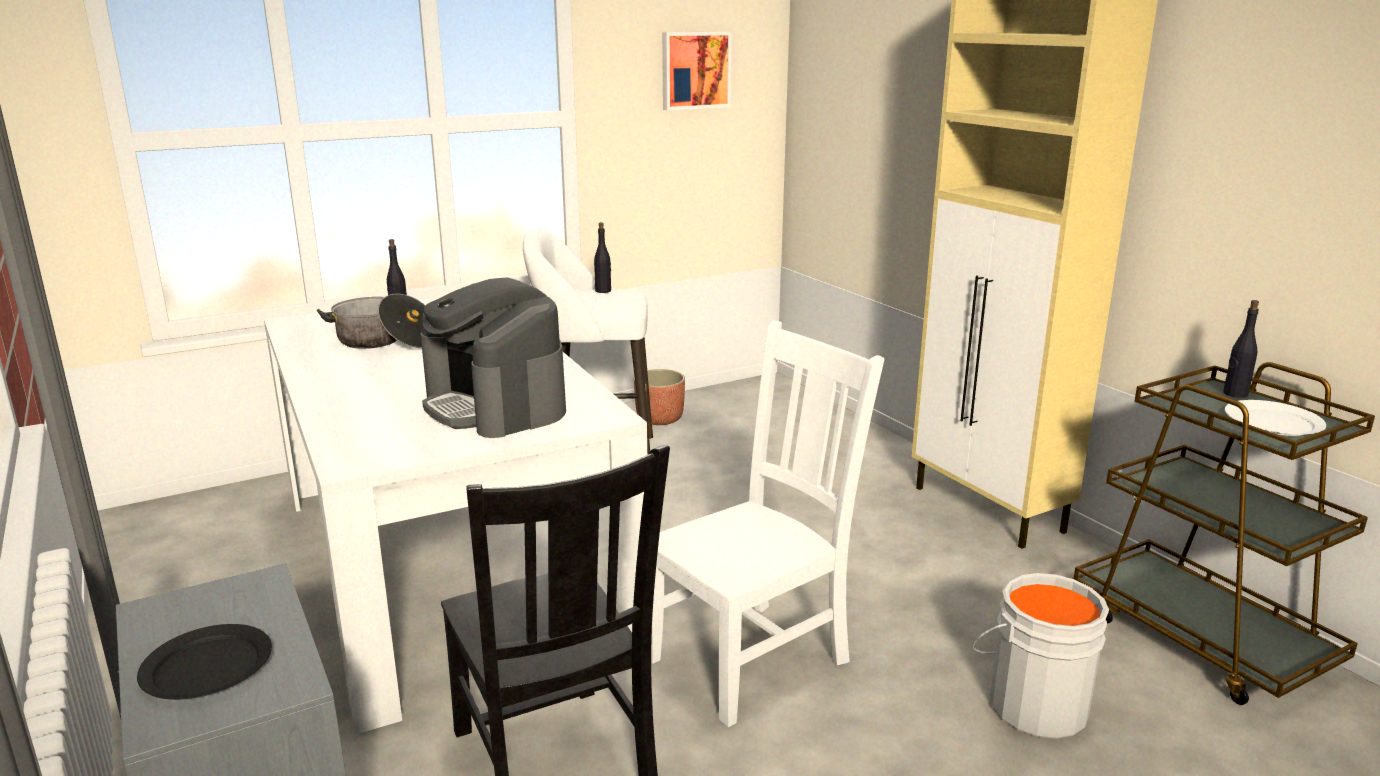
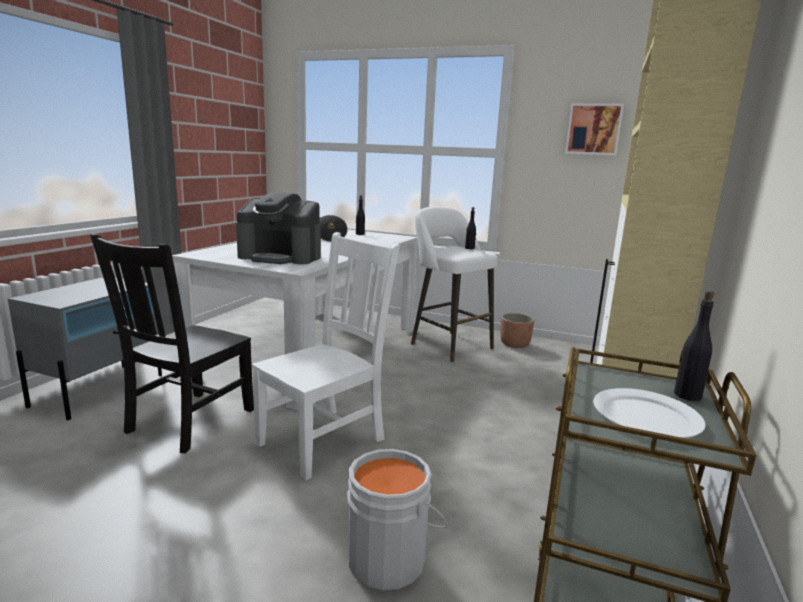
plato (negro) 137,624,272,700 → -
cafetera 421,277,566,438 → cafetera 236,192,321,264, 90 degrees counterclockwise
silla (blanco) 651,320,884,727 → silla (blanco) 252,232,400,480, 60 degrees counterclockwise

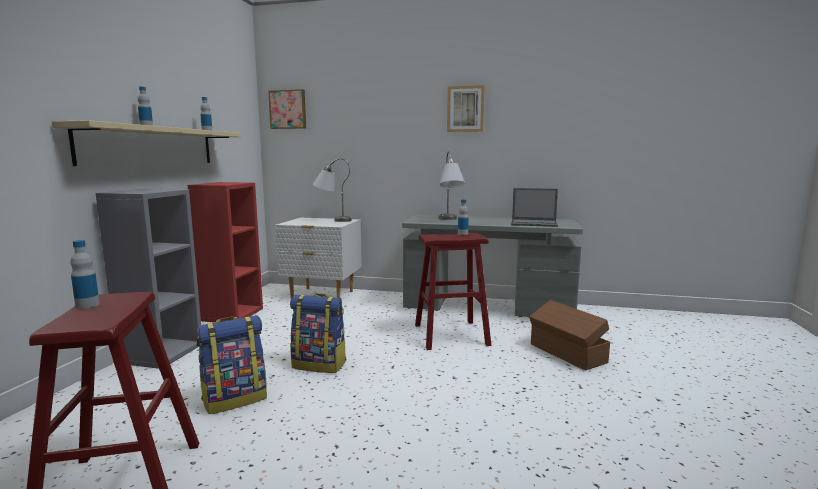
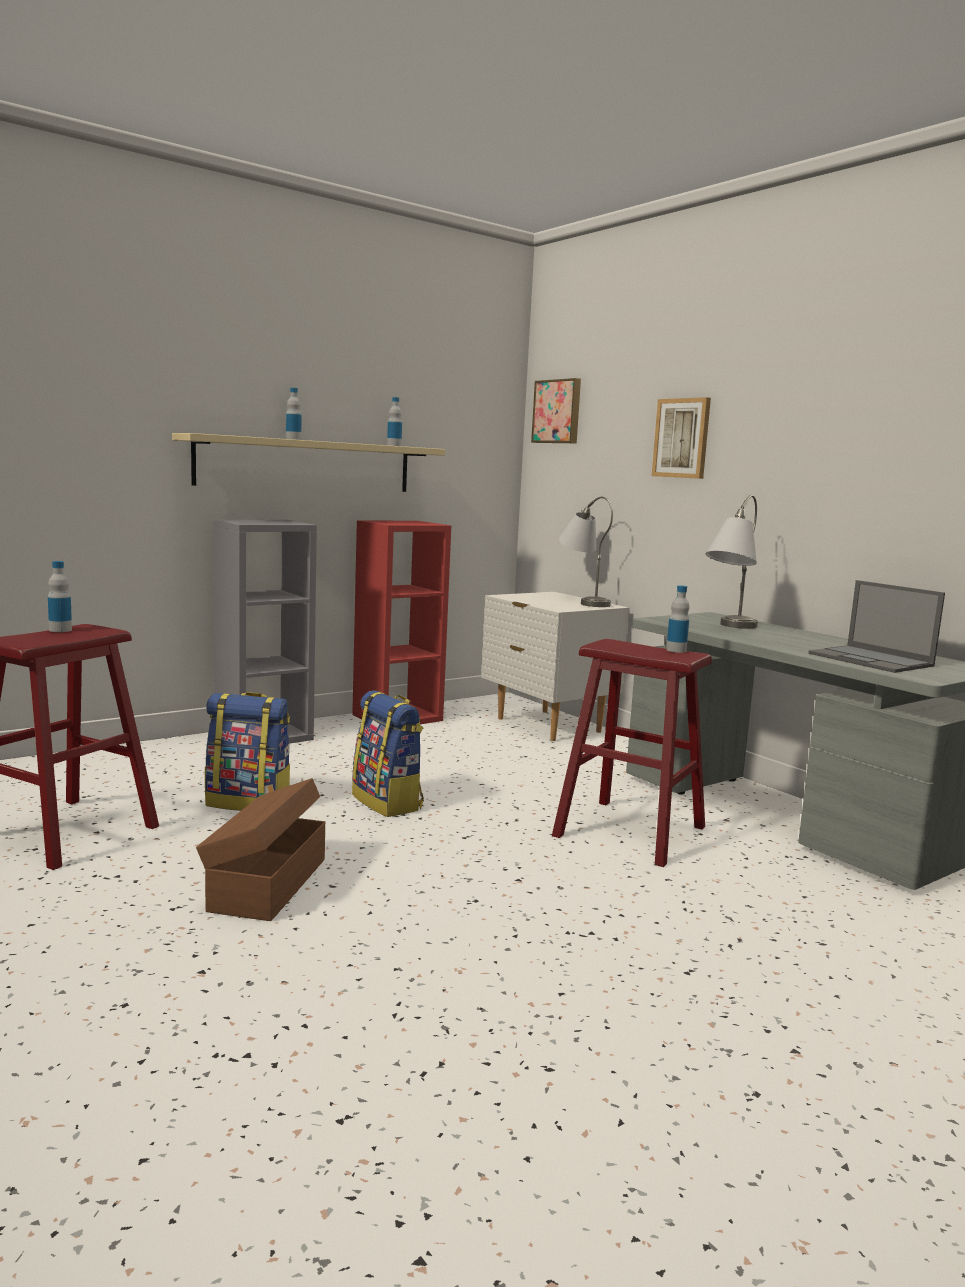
cuadro 447,85,485,132 → cuadro 652,397,711,479, moved
caja de almacenaje (marrón) 529,300,610,370 → caja de almacenaje (marrón) 196,778,325,921, moved

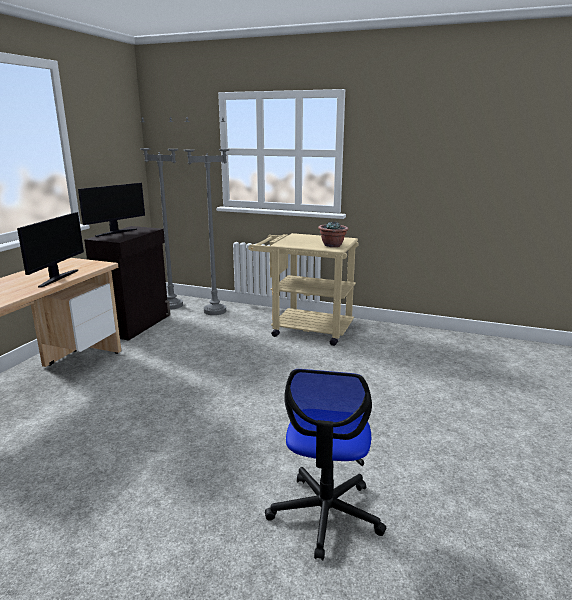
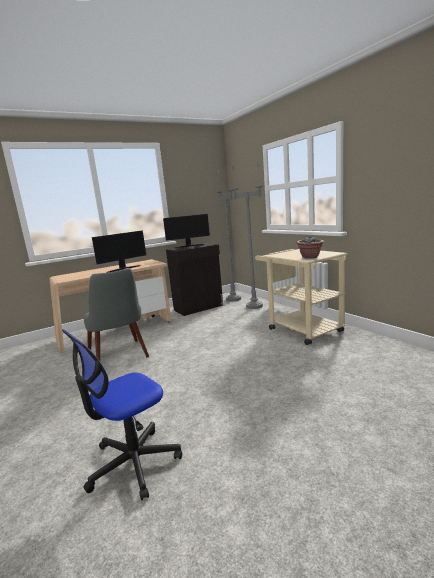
- → silla (gris) 83,268,149,361

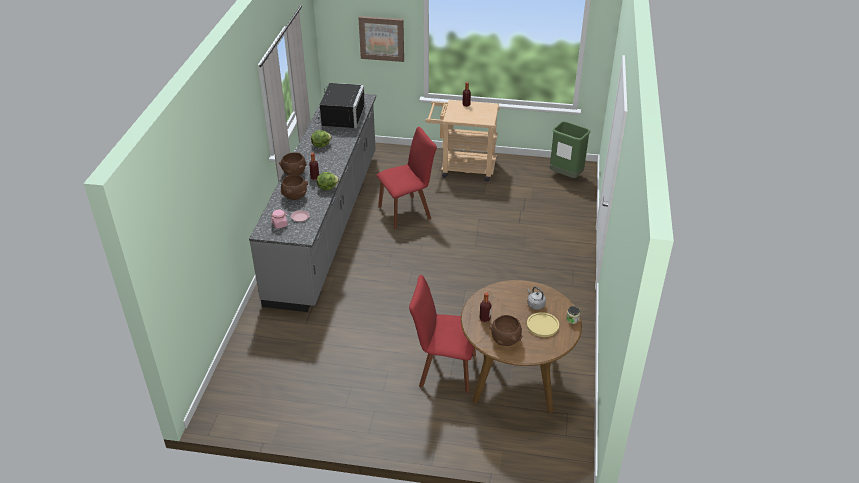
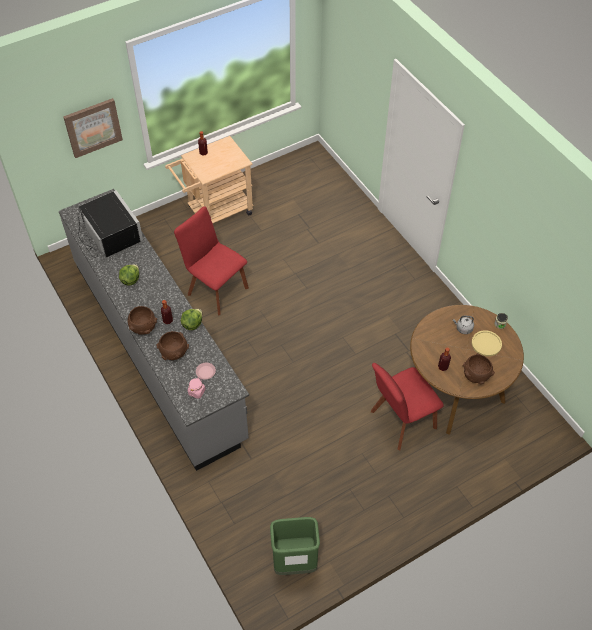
silla (rojo) 376,127,437,229 → silla (rojo) 174,206,249,315, 75 degrees counterclockwise
papelera (verde) 550,121,590,178 → papelera (verde) 270,517,320,575, moved

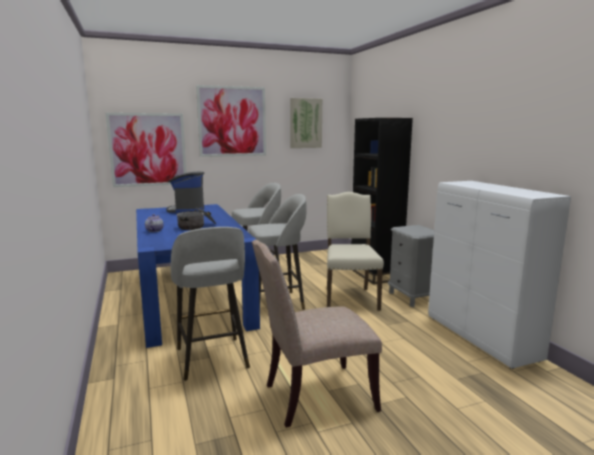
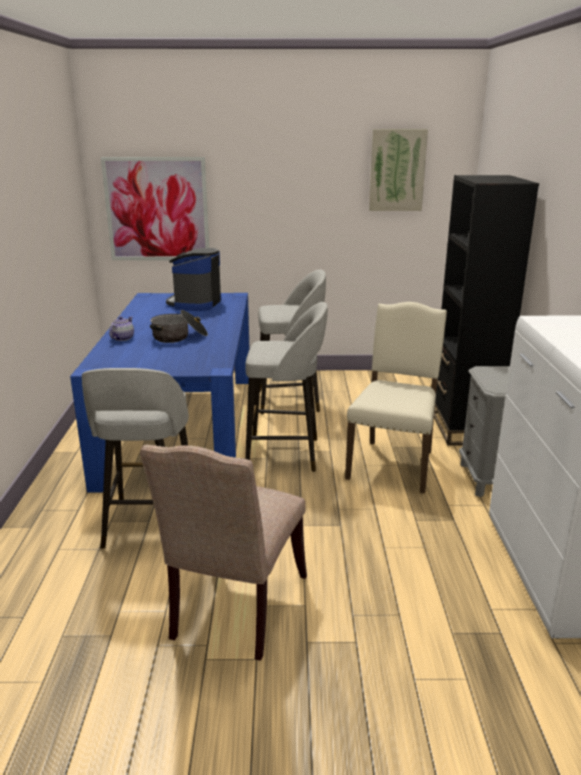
cuadro 196,85,266,157 → -
silla (beis) 252,240,382,428 → silla (beis) 140,445,307,661, 75 degrees counterclockwise

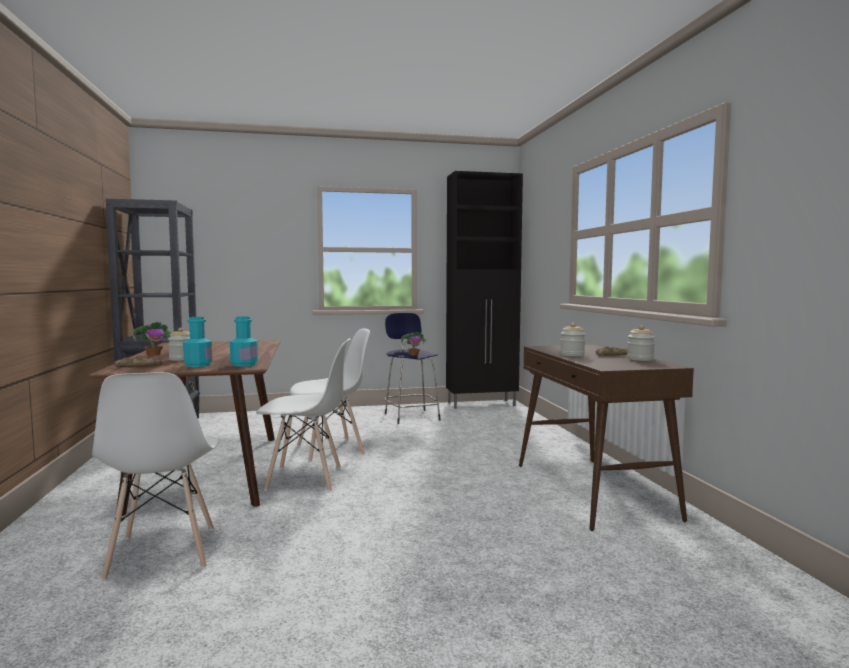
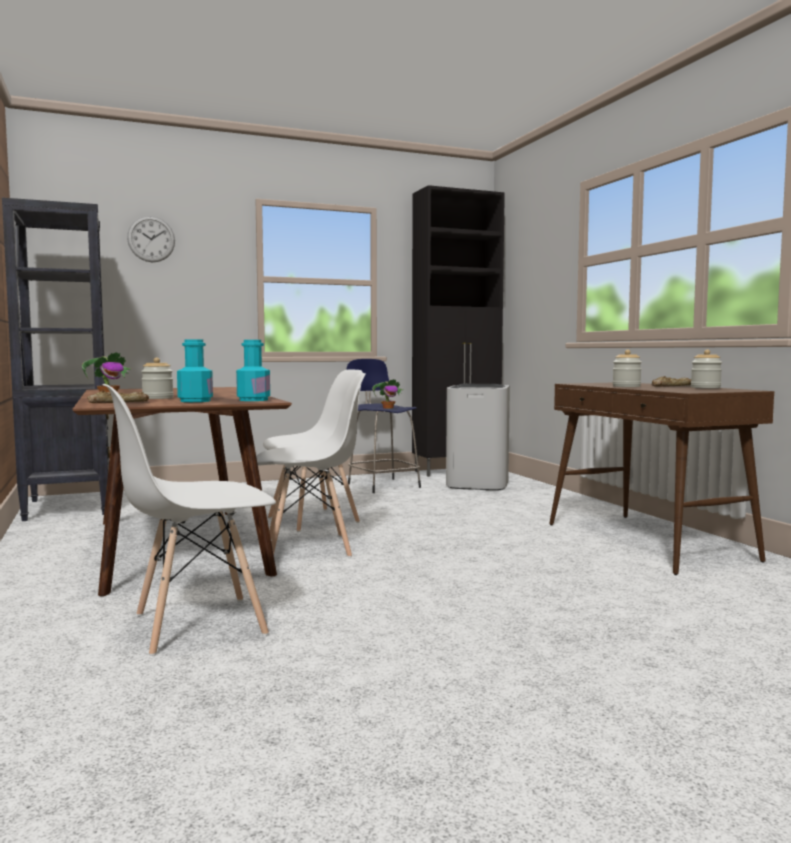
silla (blanco) 92,372,219,581 → silla (blanco) 103,384,276,656, 90 degrees clockwise
- → reloj de pared 127,216,175,262
- → papelera (blanco) 446,383,510,490

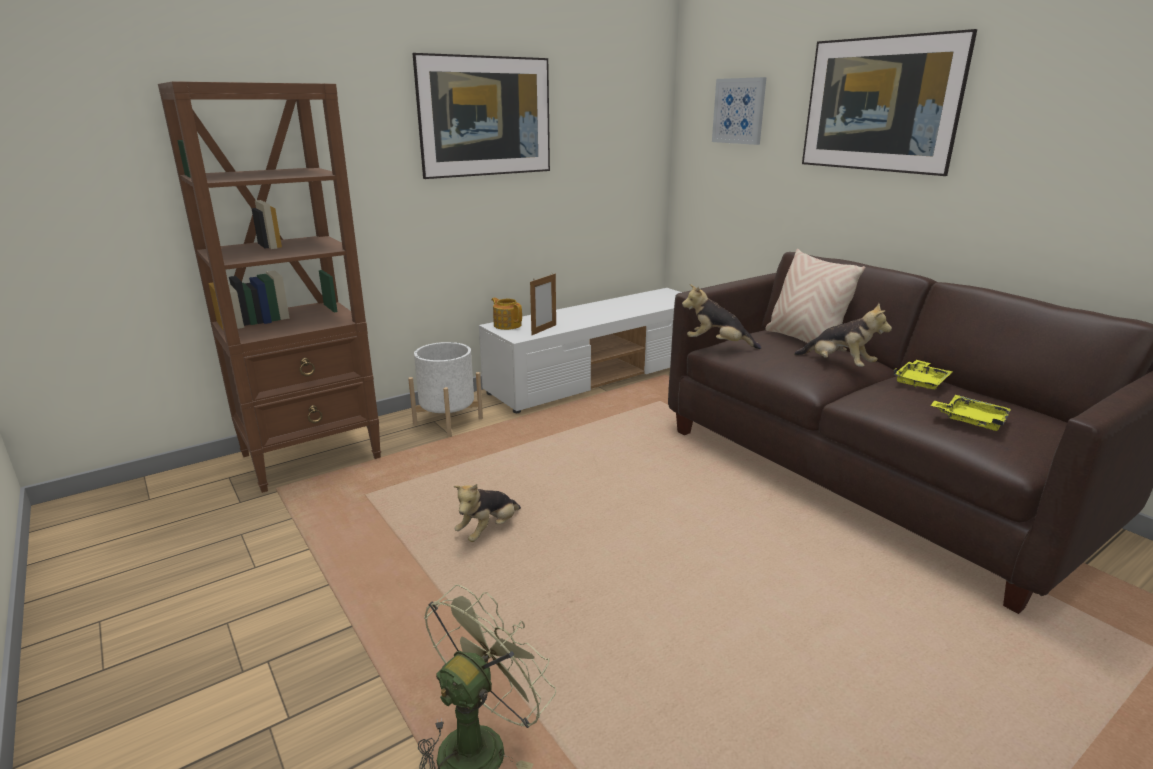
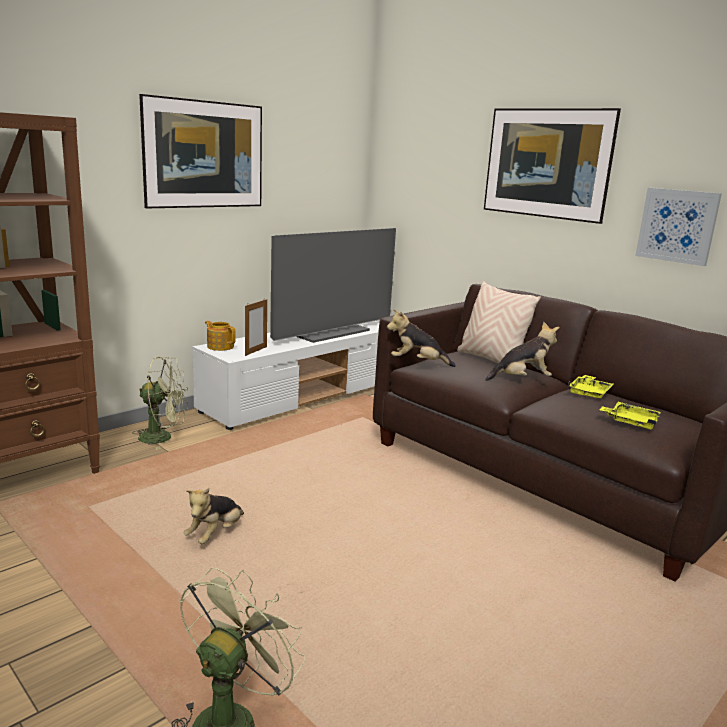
maceta (blanco) 408,342,483,437 → ventilador (verde) 133,357,188,450
cuadro 712,77,767,145 → cuadro 635,188,722,266, moved
peluche 794,303,892,367 → peluche 485,322,560,381, 45 degrees counterclockwise
- → televisor 270,228,396,343

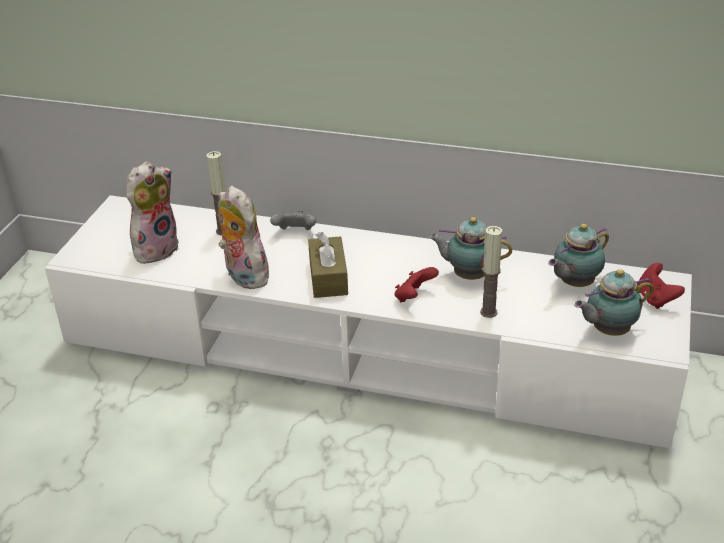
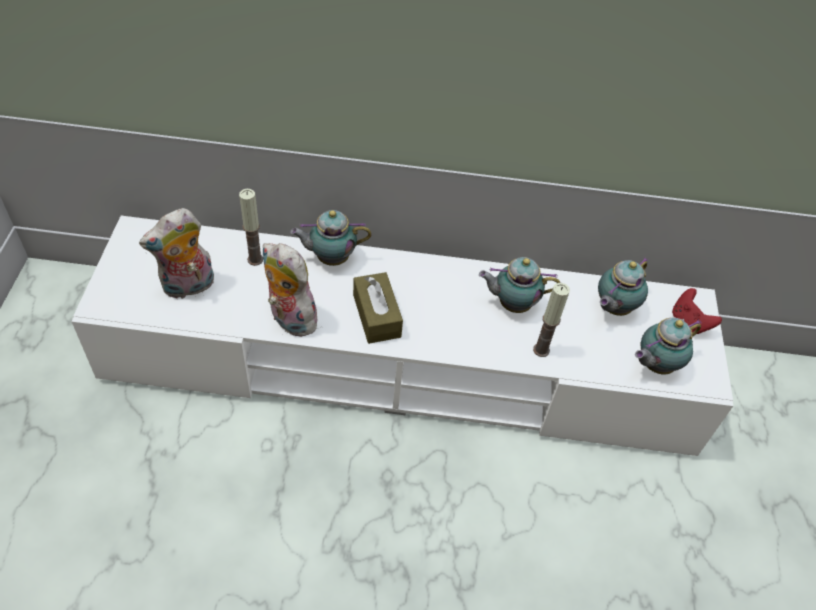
peluche 126,161,179,266 → peluche 139,208,214,299, 150 degrees counterclockwise
mando de consola (gris) 270,210,316,230 → tetera 290,210,371,266
mando de consola (rojo) 395,267,439,302 → -

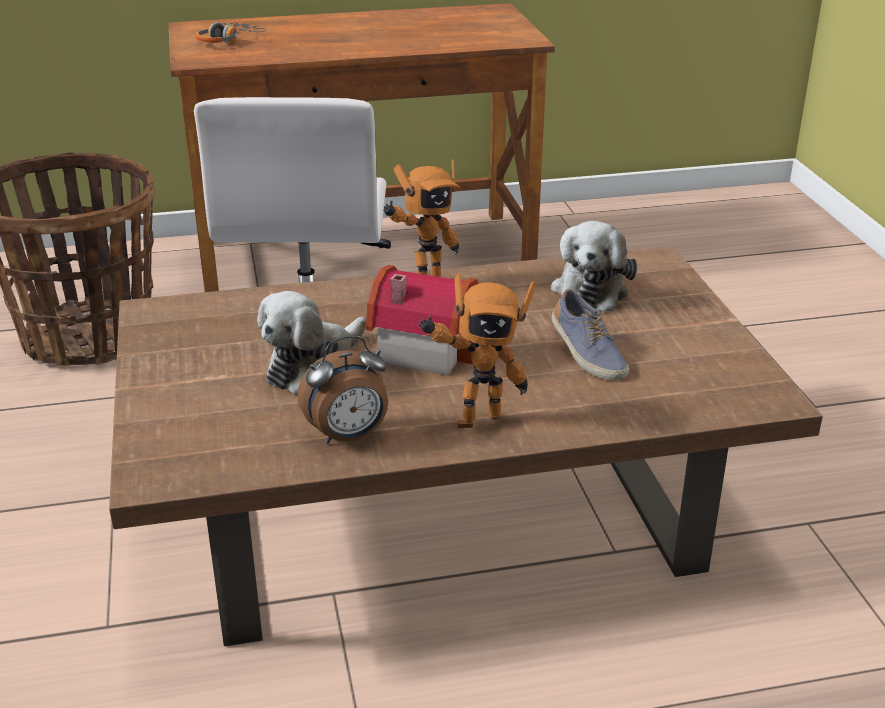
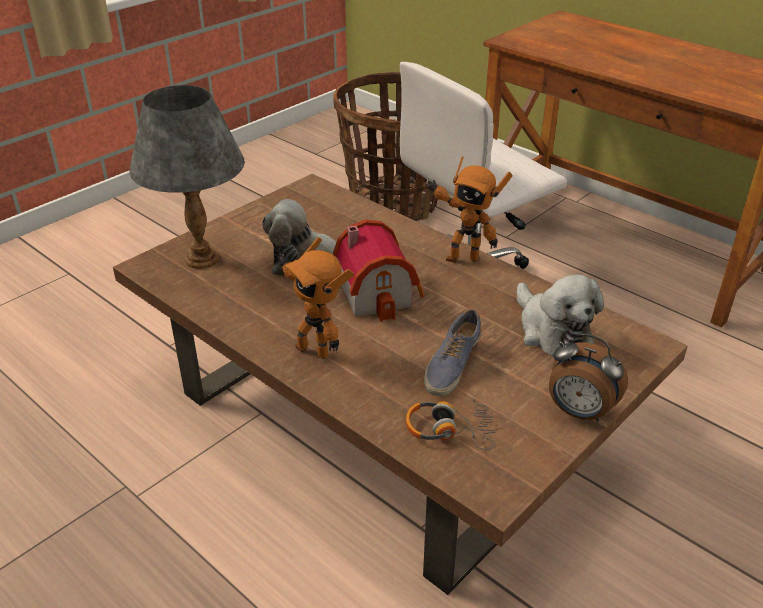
auriculares 196,22,267,43 → auriculares 406,396,496,450, moved
despertador 297,335,388,444 → despertador 549,333,628,421, moved
peluche 551,221,637,312 → peluche 517,274,604,356, 90 degrees counterclockwise
- → lámpara de mesa (gris) 129,85,245,269

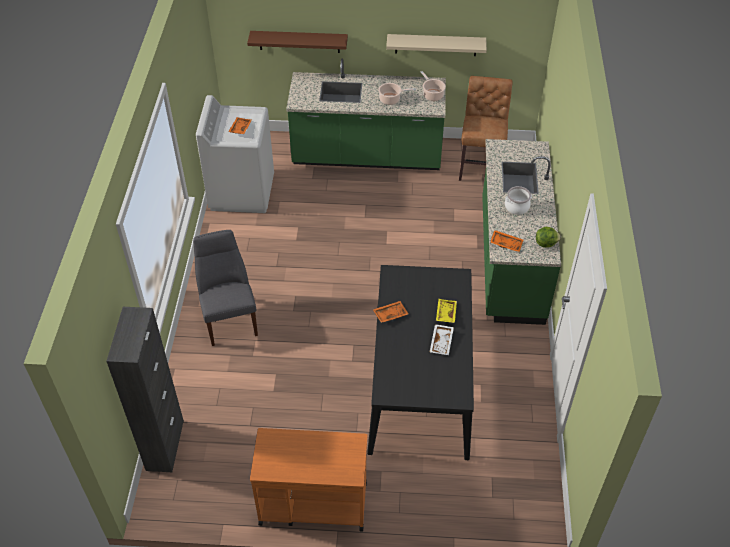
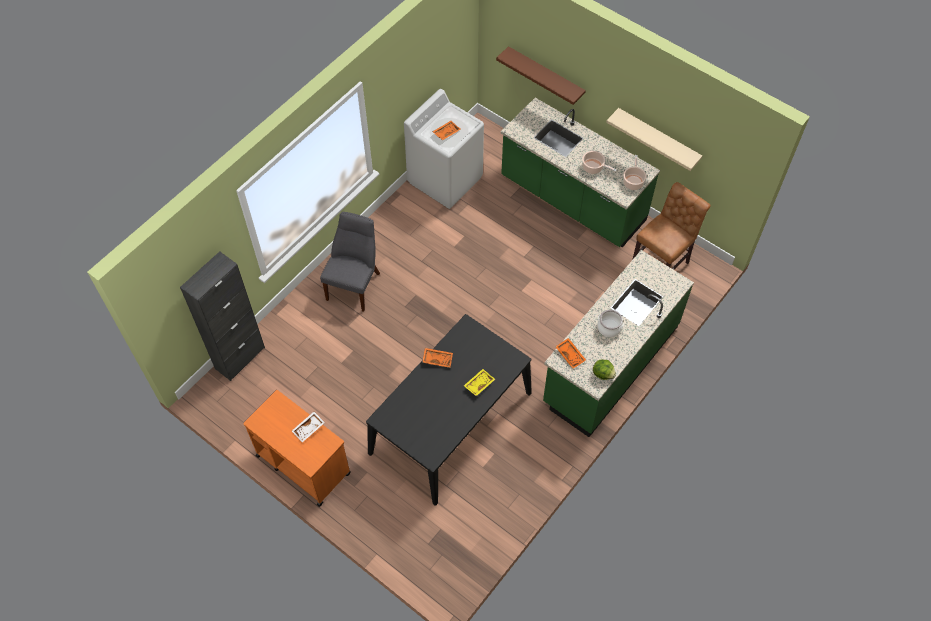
bandeja (blanco) 430,324,454,355 → bandeja (blanco) 292,412,325,442, moved

